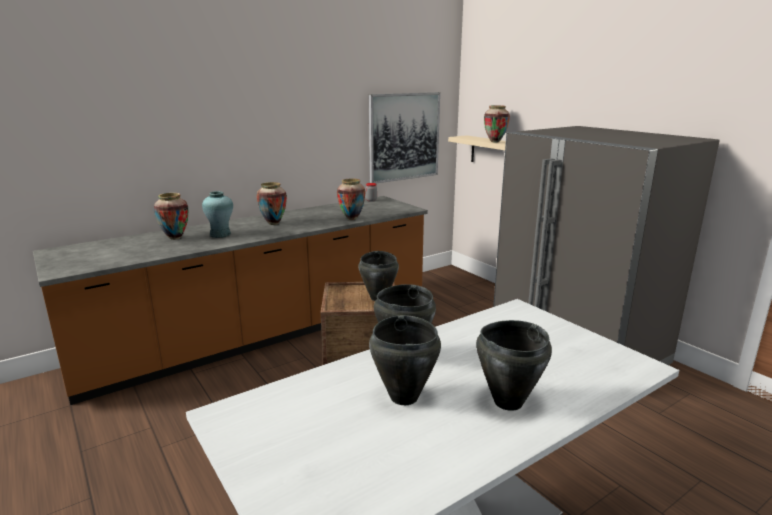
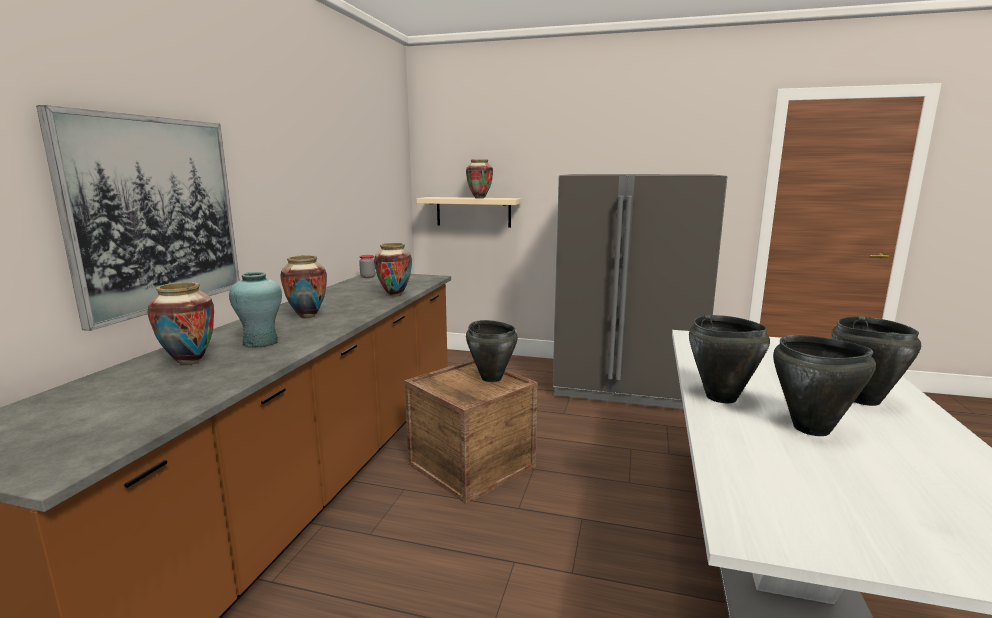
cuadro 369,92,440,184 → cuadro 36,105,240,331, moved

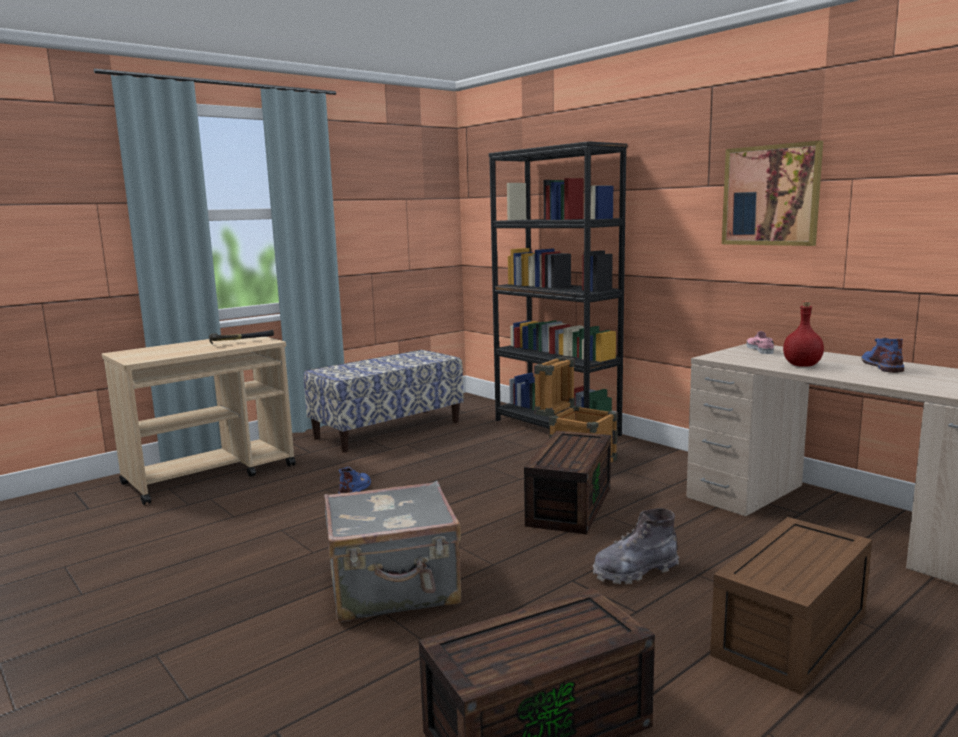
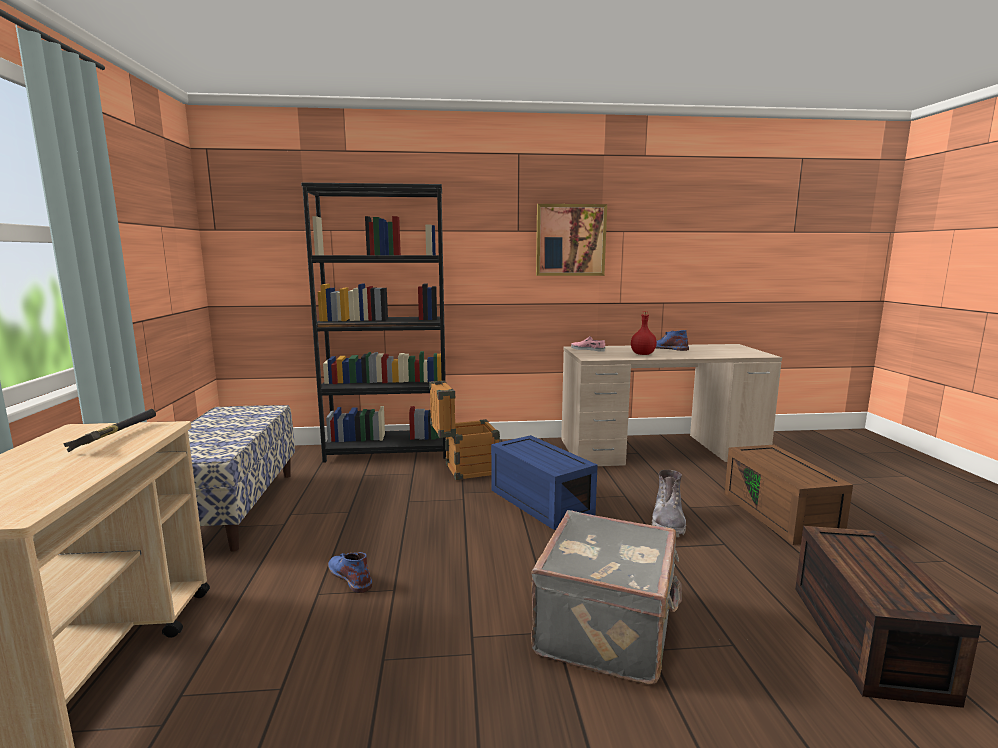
caja de almacenaje (marrón) 524,431,611,534 → caja de almacenaje (azul) 491,435,598,530

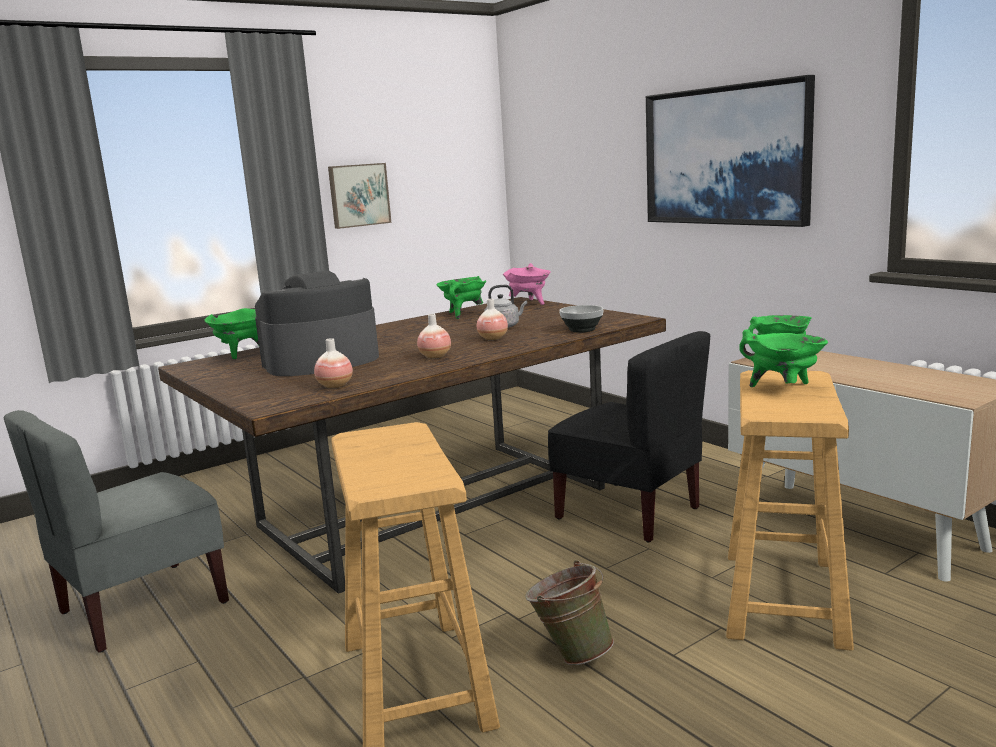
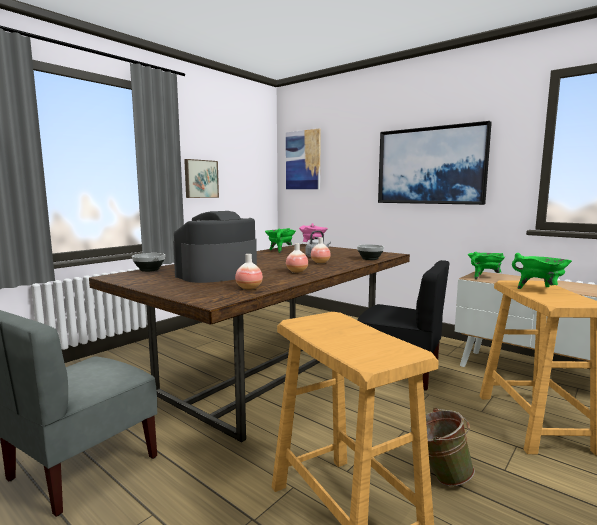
olla (verde) 204,308,259,359 → cuenco 132,253,165,272
- → cuadro 286,128,321,189

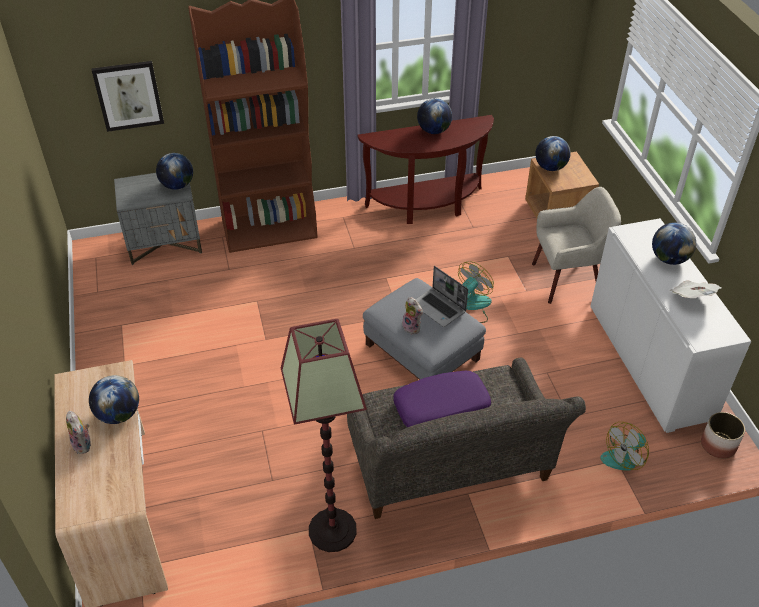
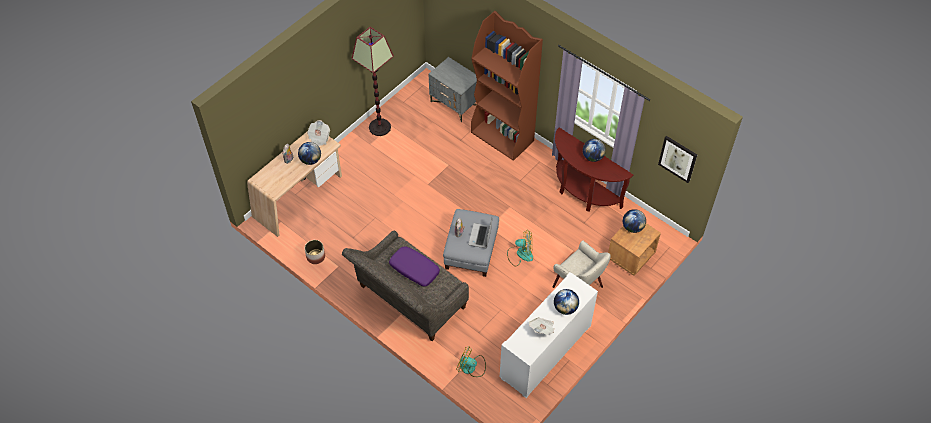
cuadro 92,61,164,132 → cuadro 658,136,697,183, moved
globo terráqueo 156,153,193,190 → -
lámpara de pie 281,319,367,552 → lámpara de pie 352,27,394,136, moved
maceta 701,412,745,459 → maceta 305,240,325,264, moved
- → periódico 307,120,330,146

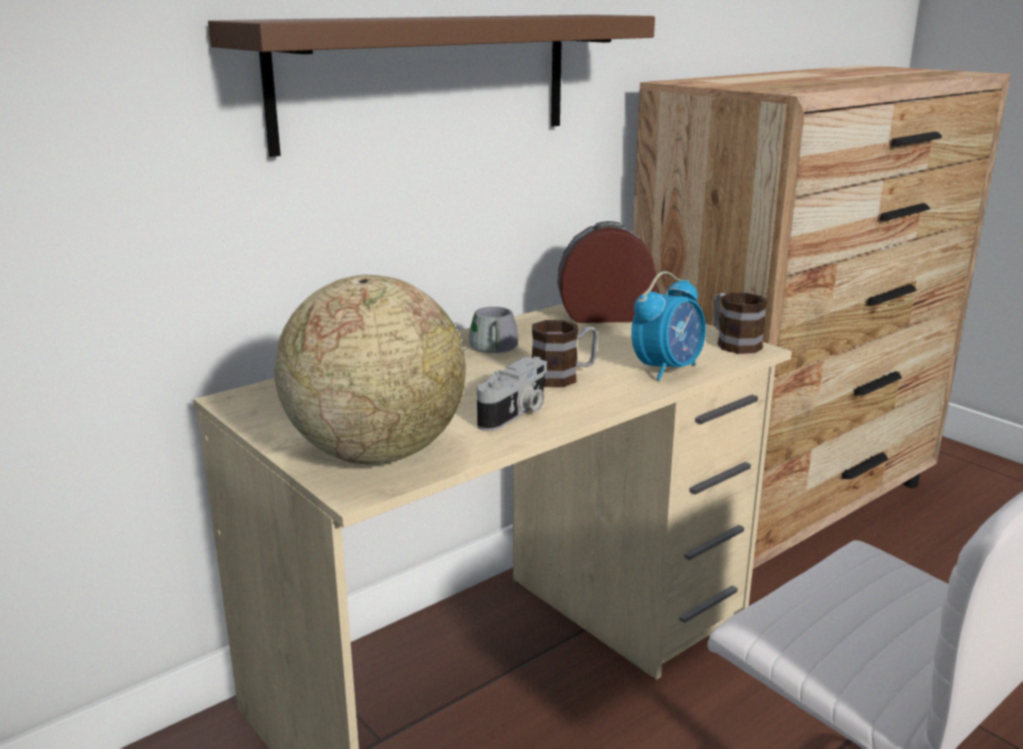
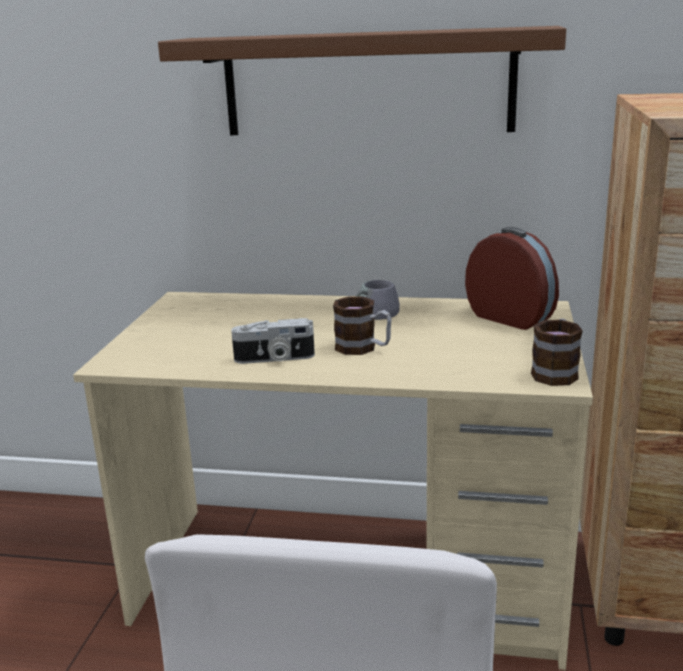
globo terráqueo 274,275,466,465 → -
despertador 631,271,706,381 → -

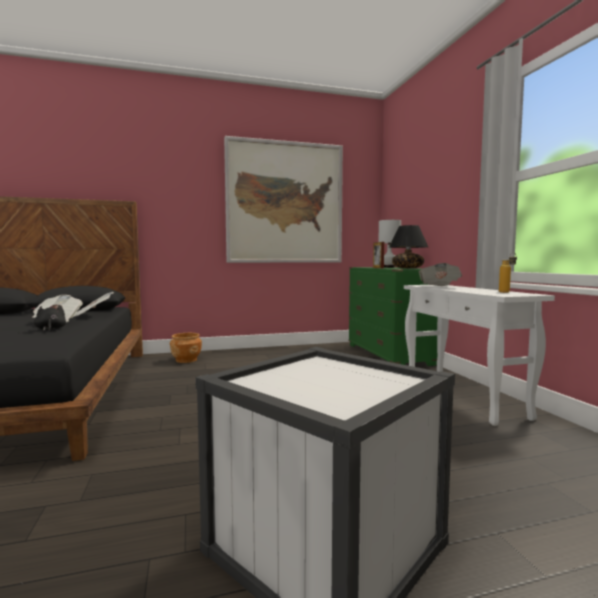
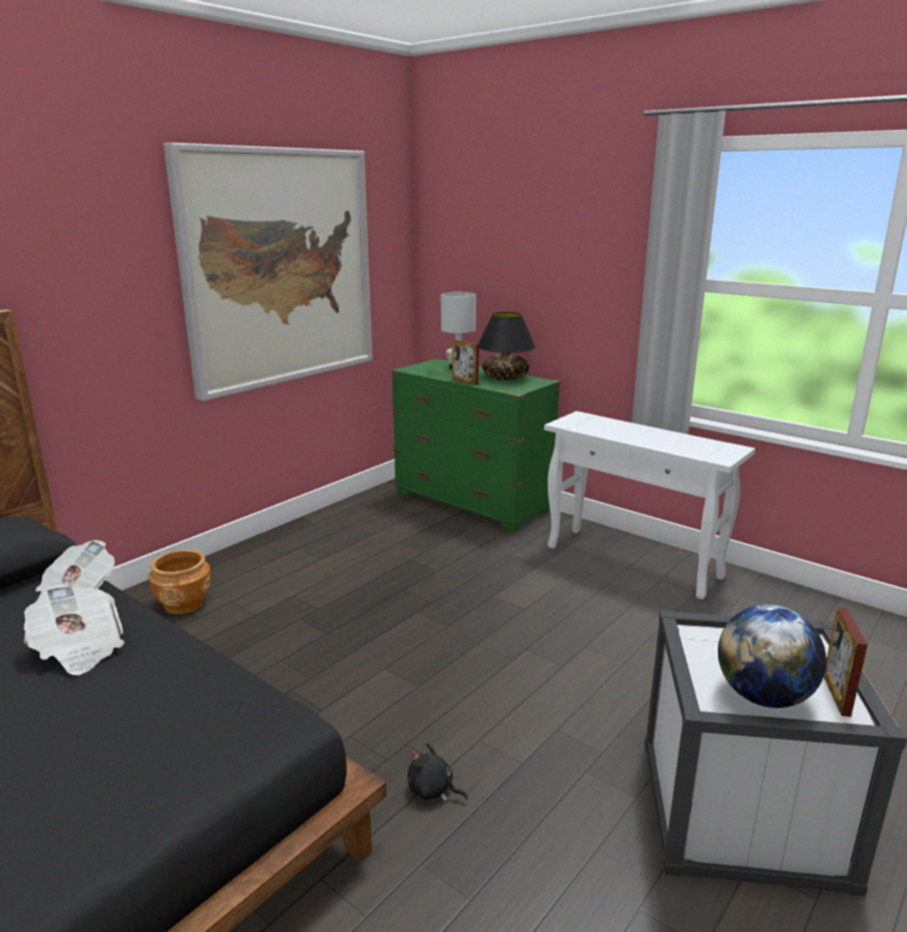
peluche (negro) 34,305,66,331 → peluche (negro) 407,743,468,801, moved
periódico 419,263,462,286 → -
botella 499,253,517,293 → -
- → globo terráqueo 718,605,826,708
- → portarretratos 824,607,868,717

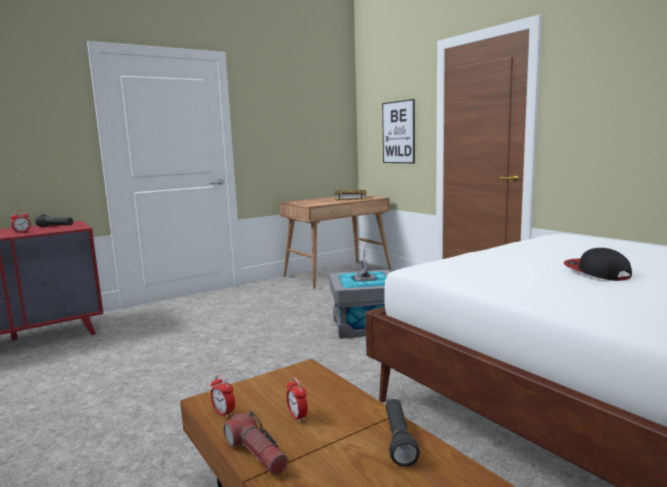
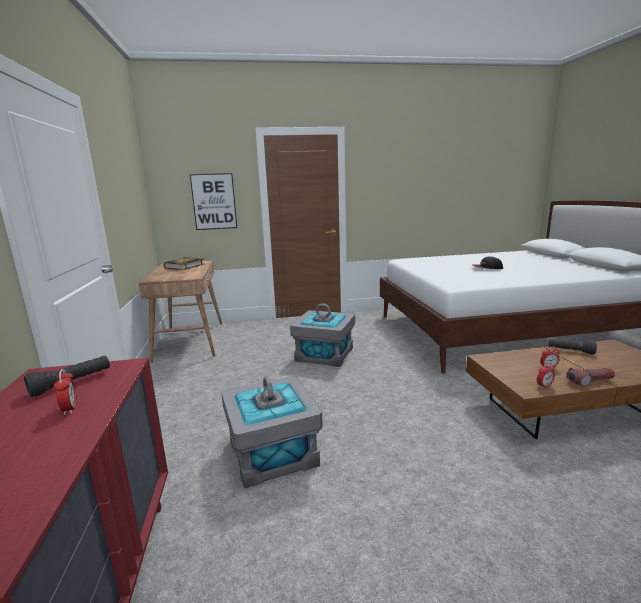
- → caja de almacenaje (gris) 221,376,323,489

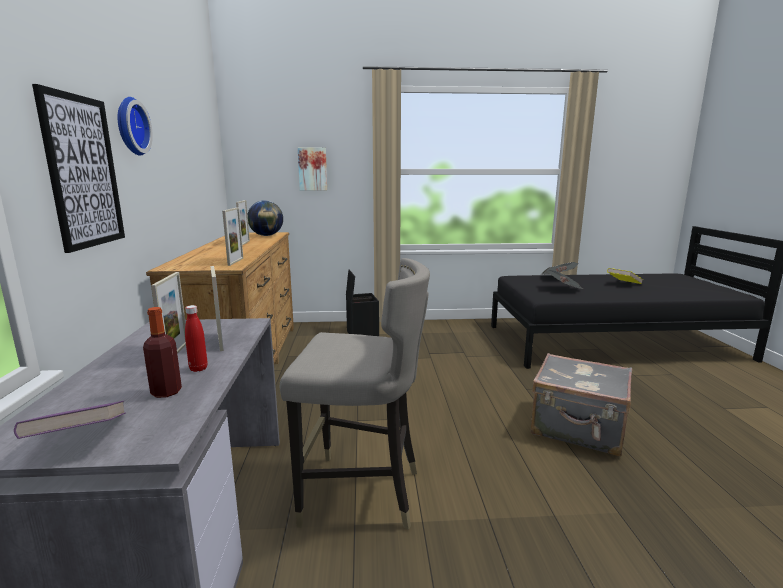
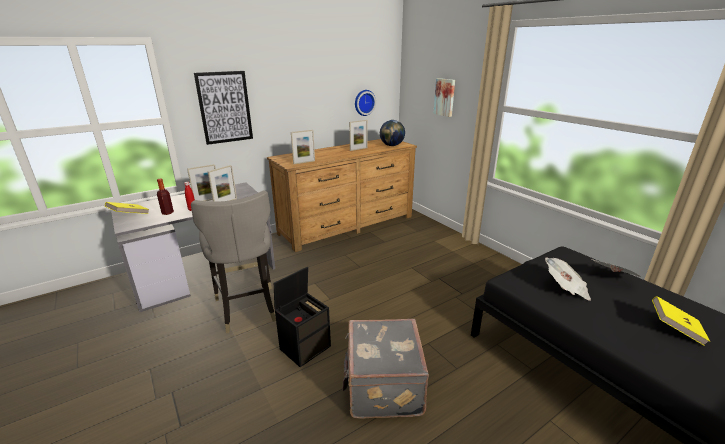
libro (morado) 14,401,126,439 → libro (amarillo) 105,202,149,214
reloj de pared 118,97,153,156 → reloj de pared 355,90,376,116, moved
caja de almacenaje (negro) 346,270,379,336 → caja de almacenaje (negro) 274,267,331,367, moved

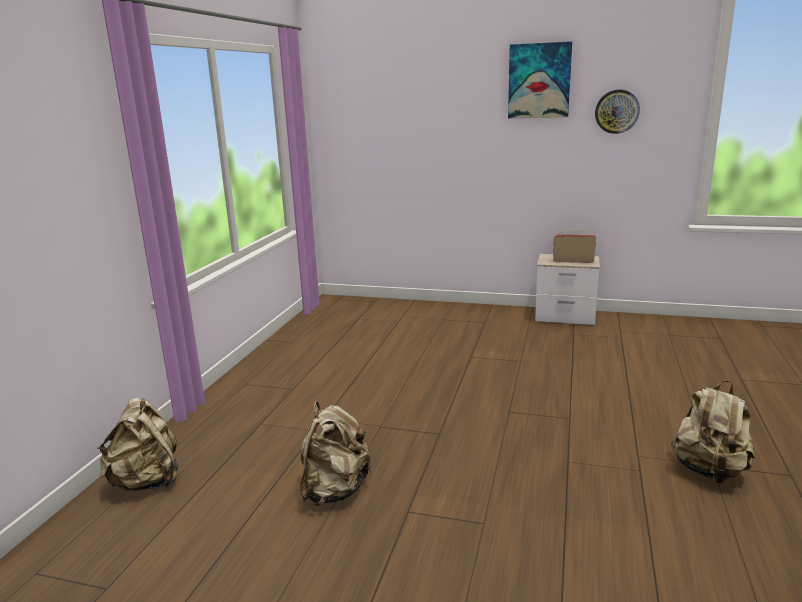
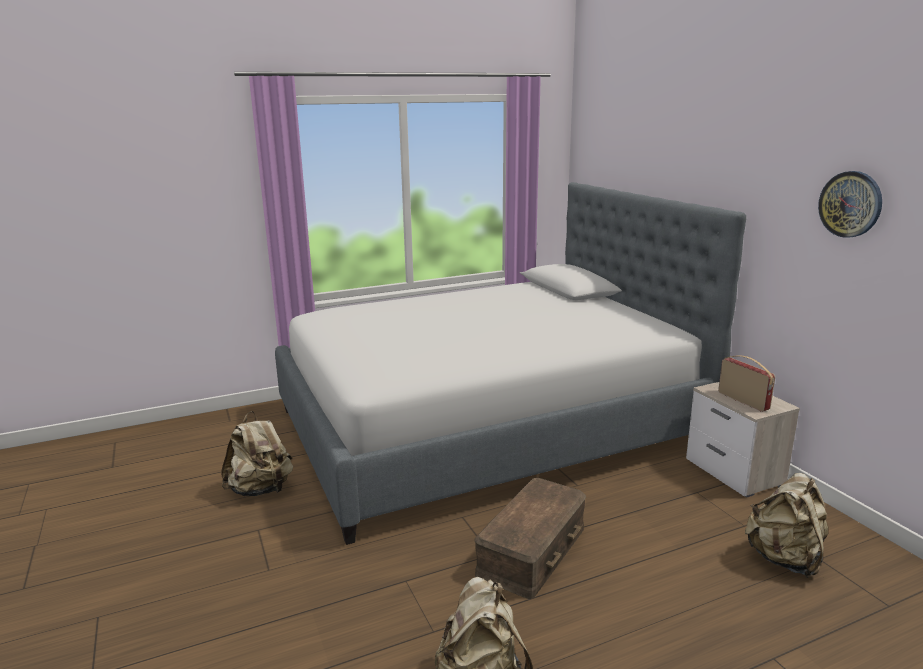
mochila (beis) 97,398,178,491 → mochila (beis) 745,473,829,578, moved
cuadro 508,41,572,118 → -
- → cama 275,182,746,545
- → caja de almacenaje (marrón) 474,478,586,599

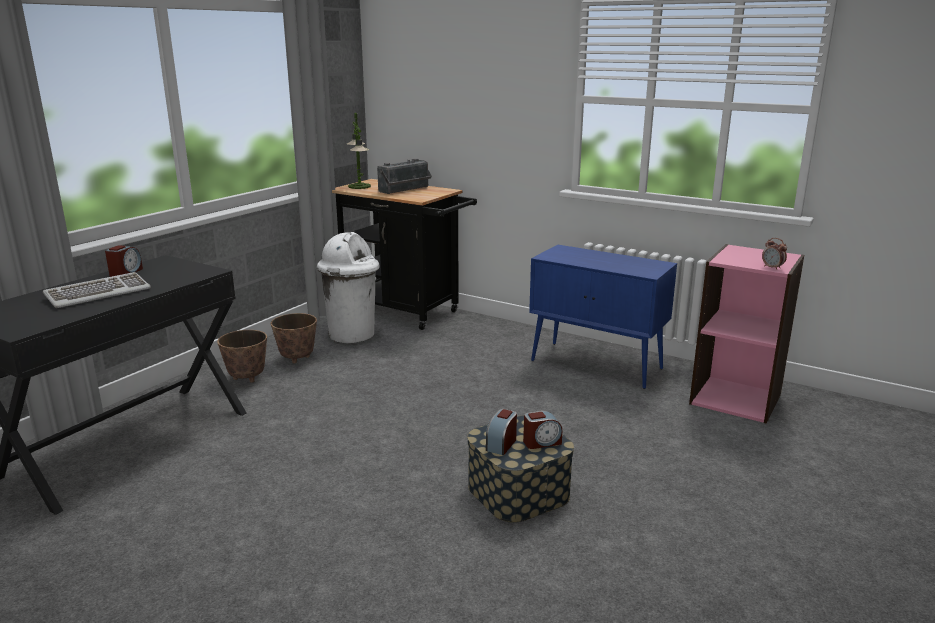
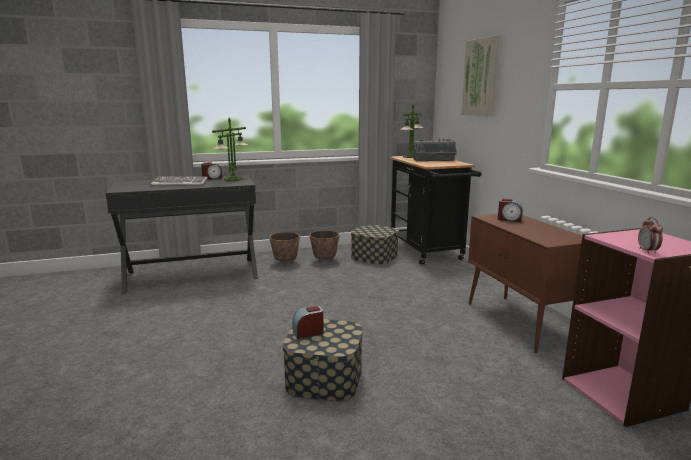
papelera (blanco) 317,232,380,343 → caja de almacenaje 351,225,399,265
despertador 523,411,562,449 → despertador 498,199,523,222, moved
armario (azul) 529,245,677,389 → armario (marrón) 468,214,582,353
- → lámpara de mesa 212,118,248,181
- → cuadro 461,35,500,117

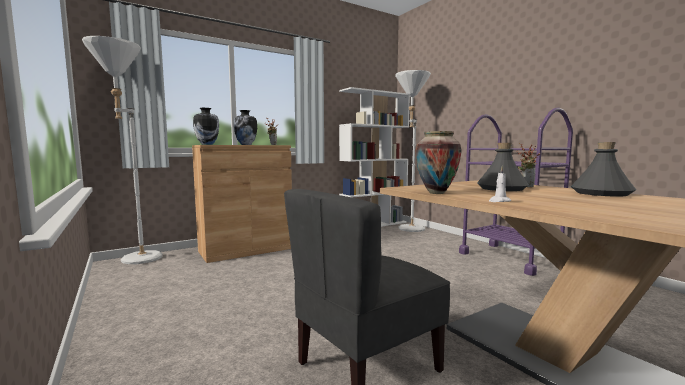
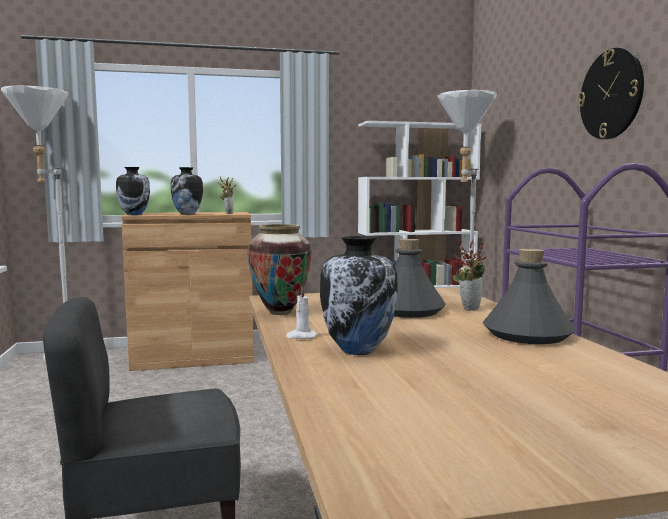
- → florero 320,236,398,355
- → reloj de pared 578,48,644,139

